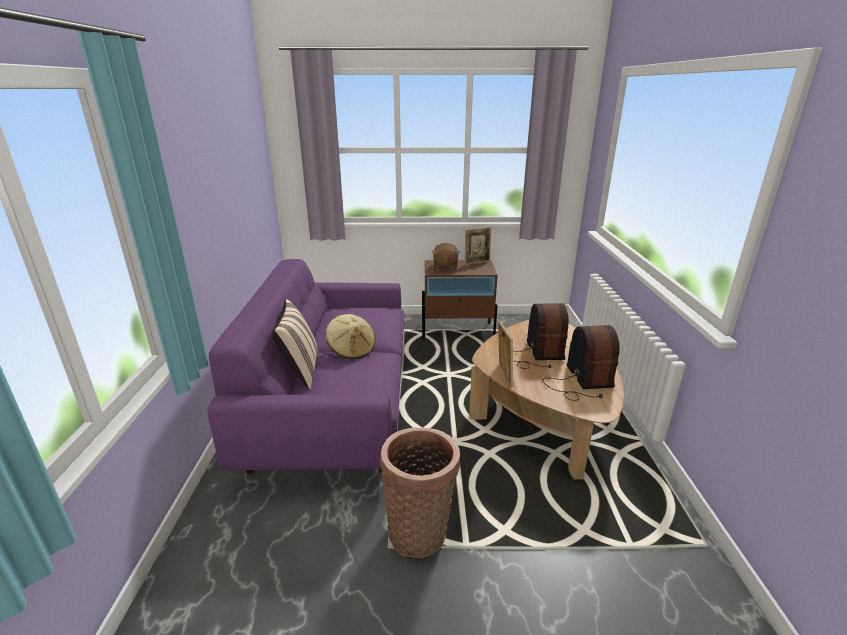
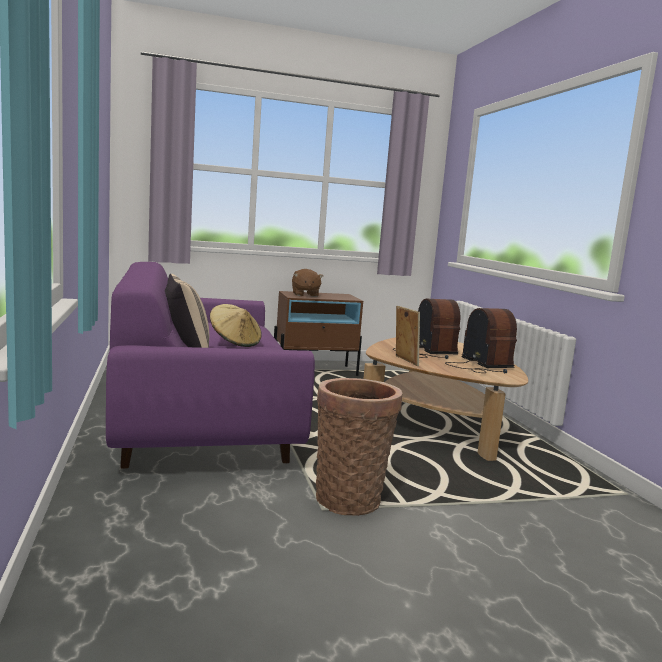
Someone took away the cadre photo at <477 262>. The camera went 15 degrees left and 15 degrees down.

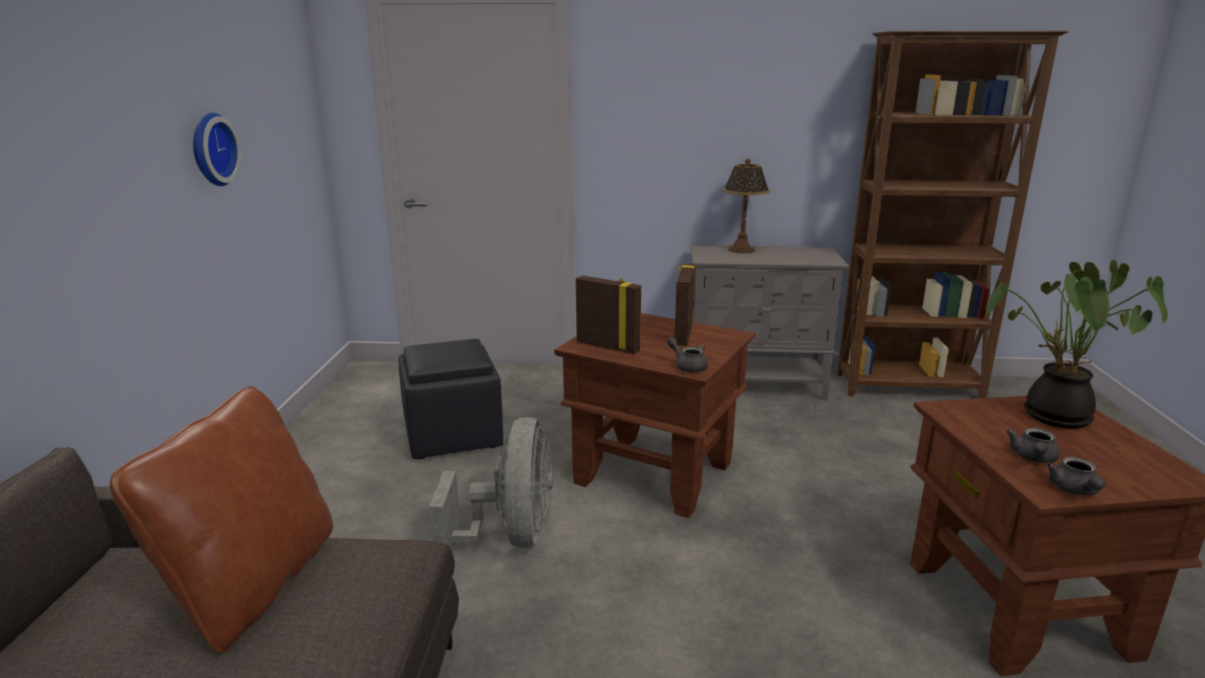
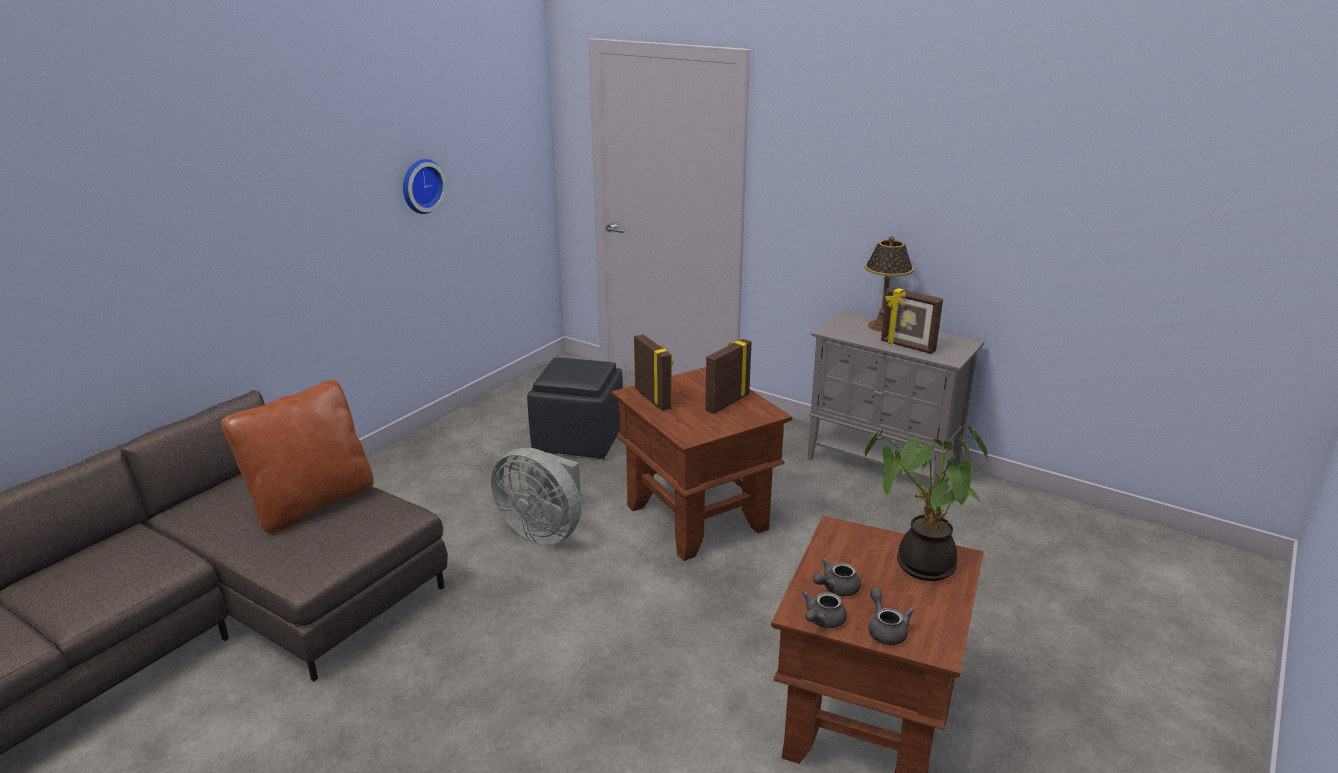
Someone rotated the ventilateur [gris] at <511 538> by 90 degrees clockwise. Someone carried the théière [gris] from <688 366> to <885 629>. Someone took away the bibliothèque [marron] at <910 387>. Someone put down the cadre photo at <907 346>. The camera went 30 degrees right and 5 degrees up.

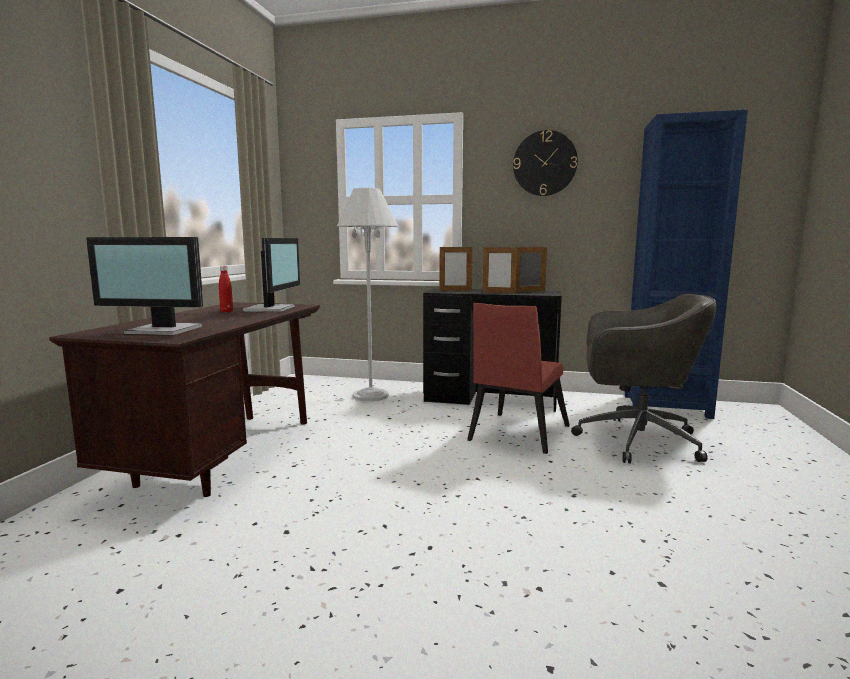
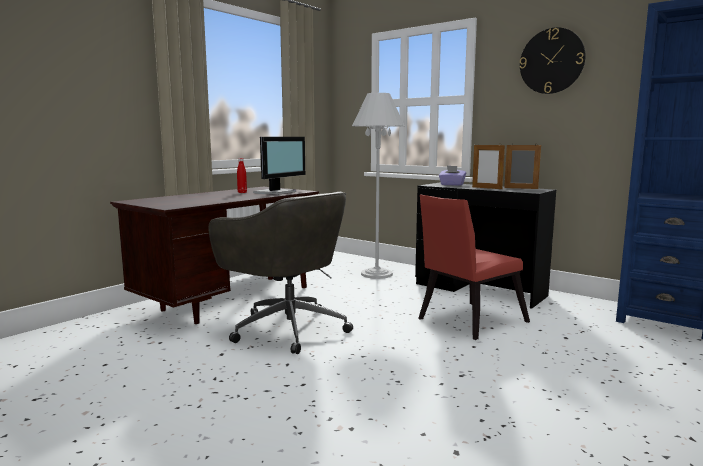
Someone took away the écran d'ordinateur at <163 330>. Someone swapped the cadre photo at <455 290> for the boîte à mouchoirs [violet] at <452 184>. Someone carried the chaise de bureau [gris] from <634 440> to <287 328>. The camera went 25 degrees right and 0 degrees up.

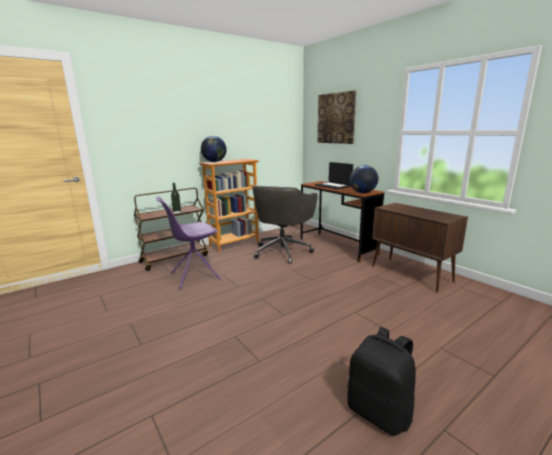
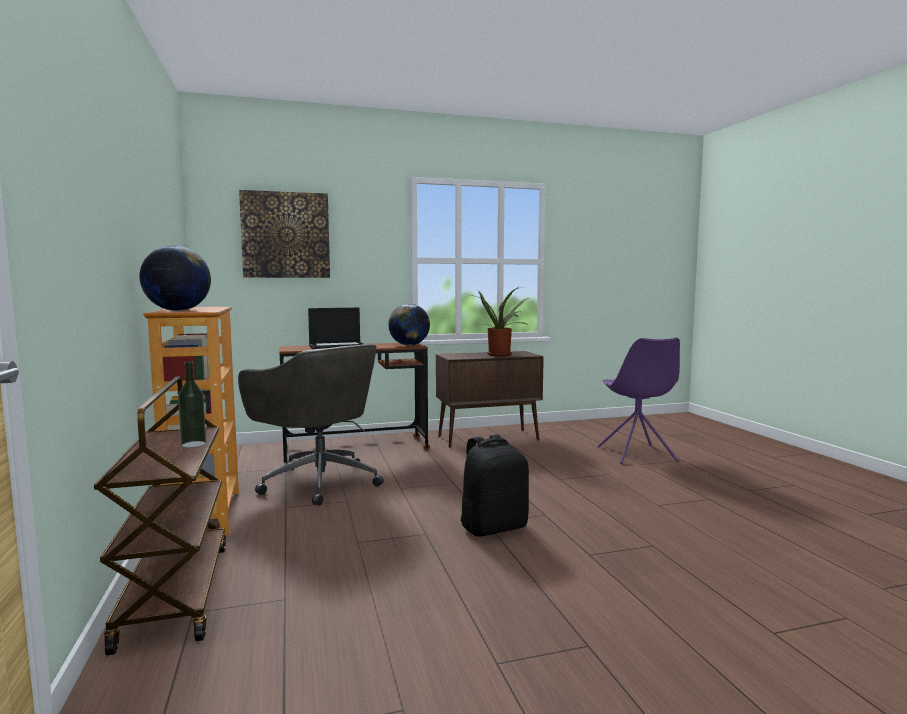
Someone carried the chaise [violet] from <194 276> to <636 454>. Someone carried the sac à dos [noir] from <379 412> to <493 527>. Someone put down the plante en pot at <500 354>. The camera went 70 degrees left and 10 degrees down.

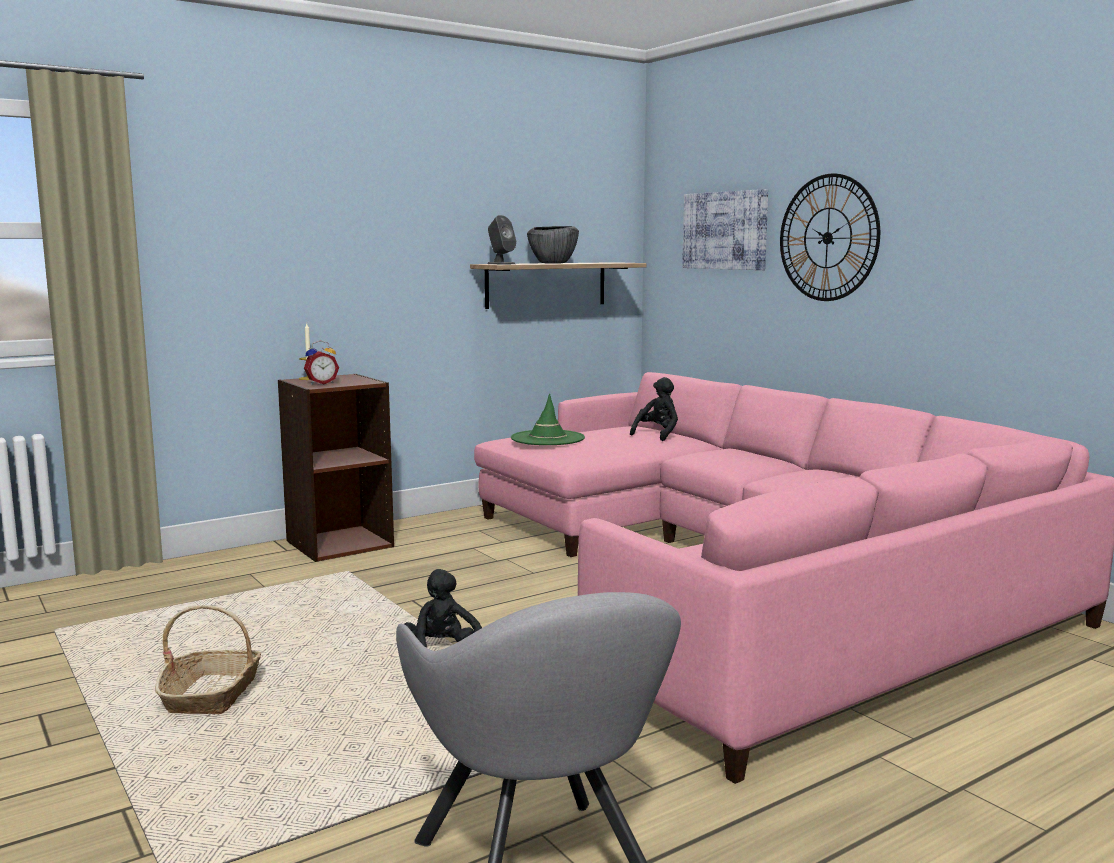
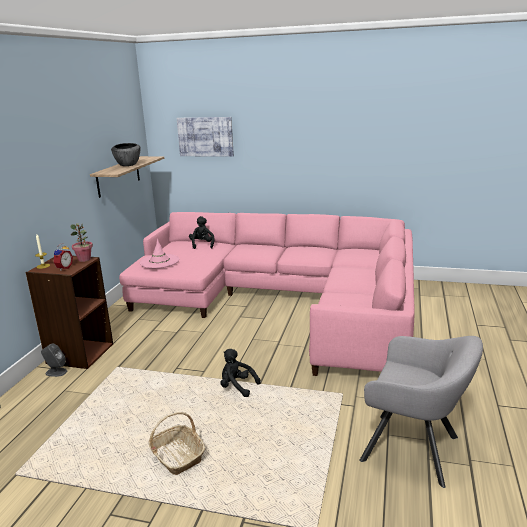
Someone carried the enceinte [gris] from <501 264> to <56 372>. Someone repainted the chapeau [vert] at <547 438>, which became the chapeau [rose] at <159 261>. Someone took away the horloge murale at <828 238>. Someone put down the plante en pot at <84 259>. The camera went 40 degrees left and 10 degrees up.

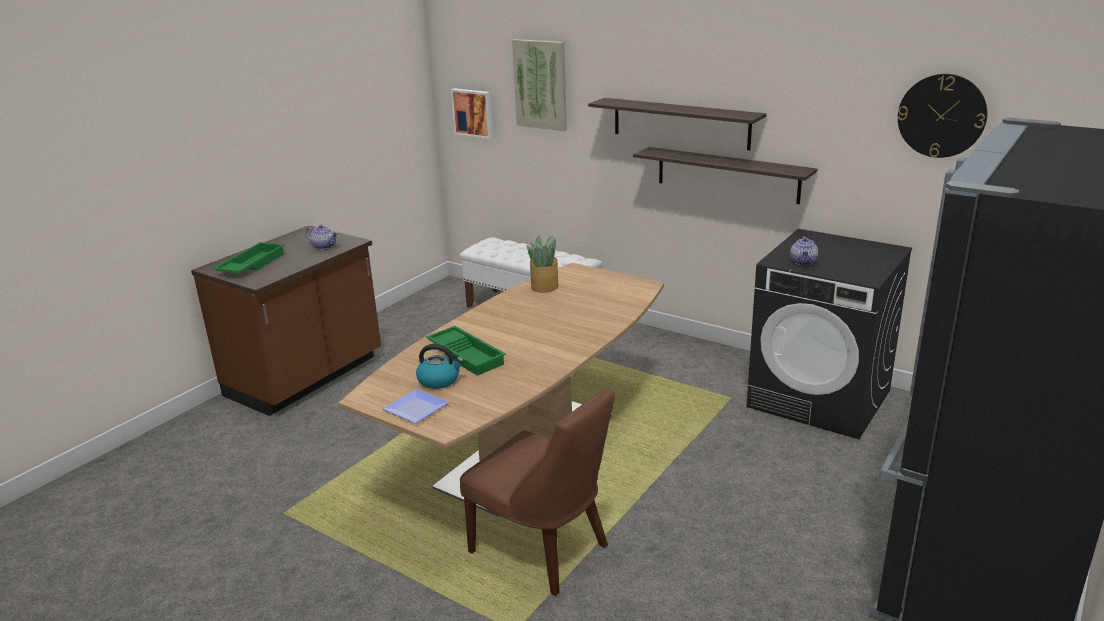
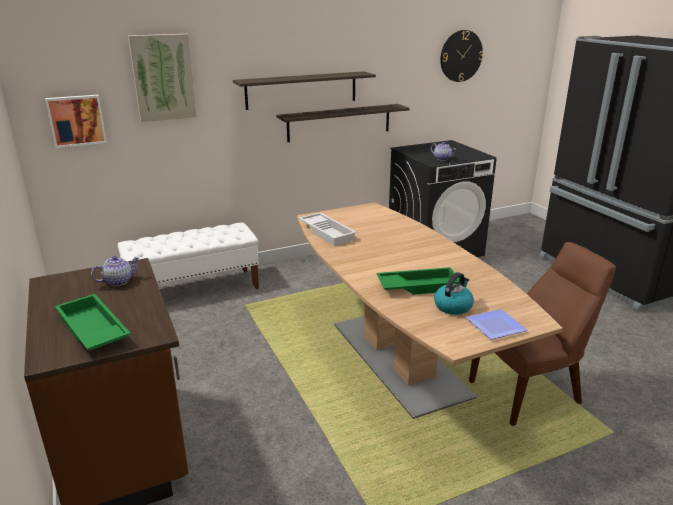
Someone swapped the plante en pot at <545 286> for the plateau [blanc] at <328 232>. The camera went 60 degrees left and 0 degrees up.

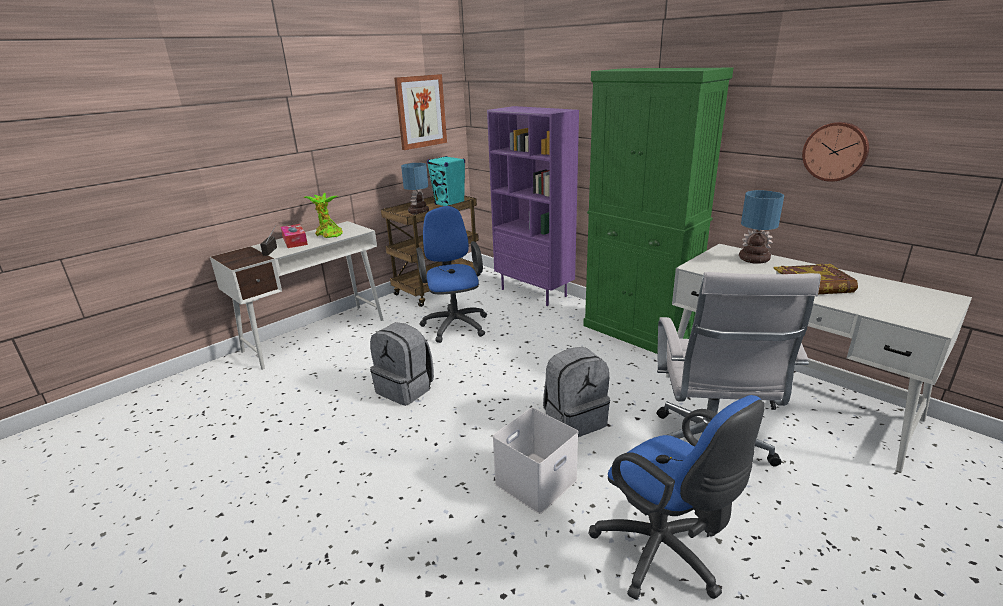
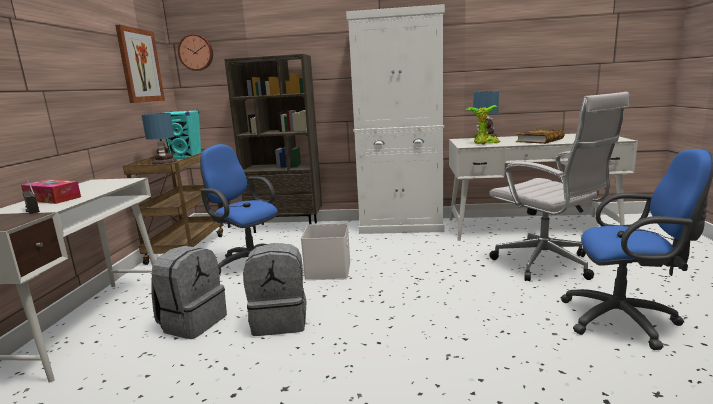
Someone carried the plante en pot from <328 234> to <484 143>. Someone repainted the bibliothèque [violet] at <534 292>, which became the bibliothèque [marron] at <286 227>. Someone carried the boîte de rangement [blanc] from <536 483> to <329 271>. Someone carried the sac à dos [gris] from <574 420> to <193 322>. Someone repainted the meuble de rangement [vert] at <638 332>, which became the meuble de rangement [blanc] at <401 226>. Someone carried the horloge murale from <835 151> to <196 52>. The camera went 40 degrees left and 10 degrees down.

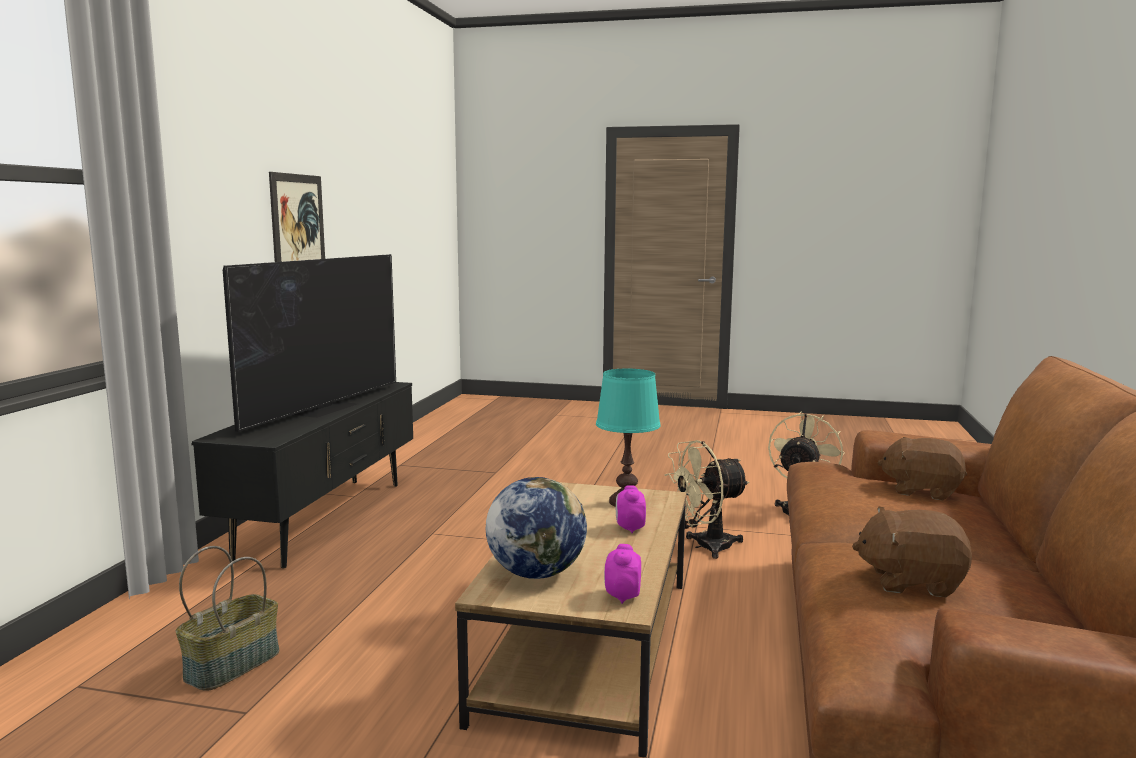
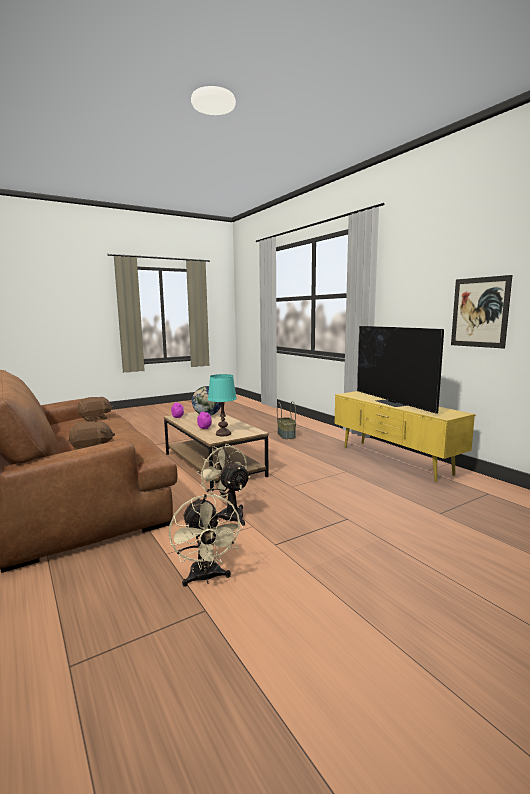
Someone repainted the meuble télé [noir] at <325 519>, which became the meuble télé [jaune] at <393 460>. Someone rotated the ventilateur [beige] at <705 547> by 60 degrees counterclockwise. The camera went 135 degrees right and 0 degrees up.

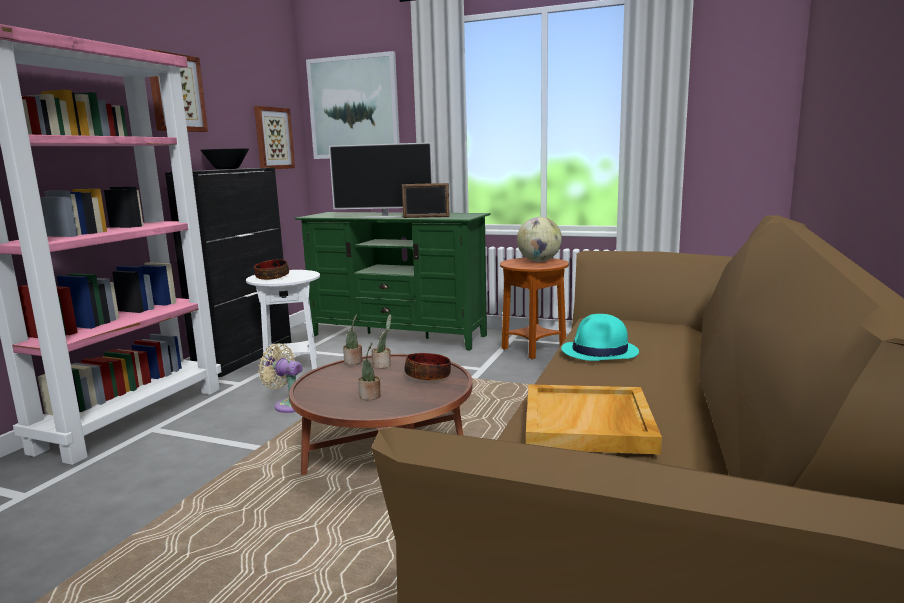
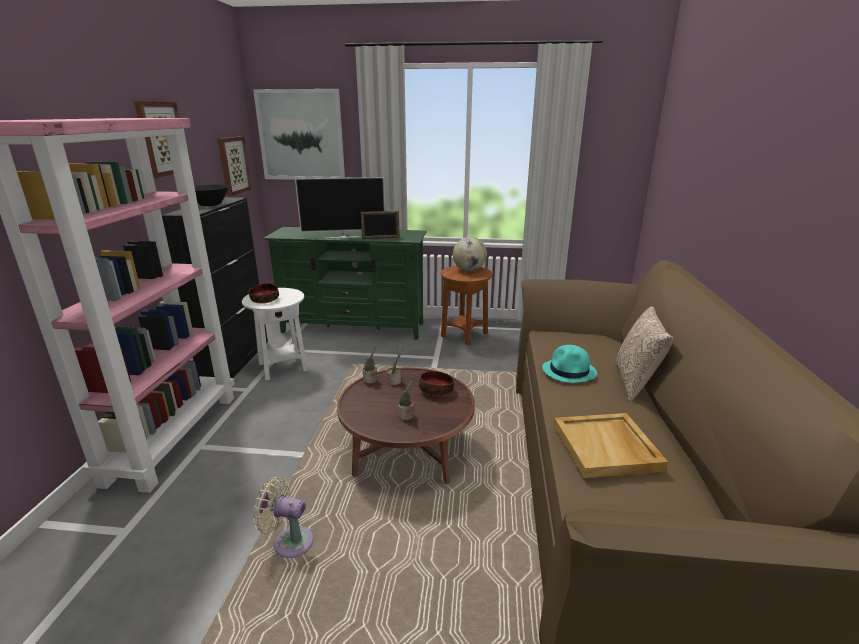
Someone carried the ventilateur [beige] from <289 405> to <289 541>. Someone put down the coussin at <635 383>. The camera went 15 degrees left and 10 degrees up.

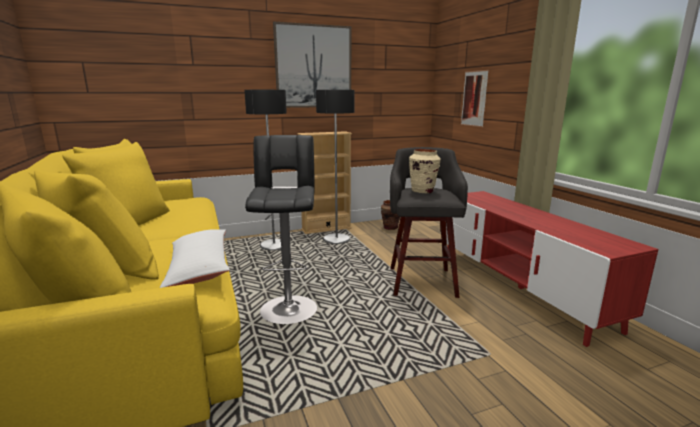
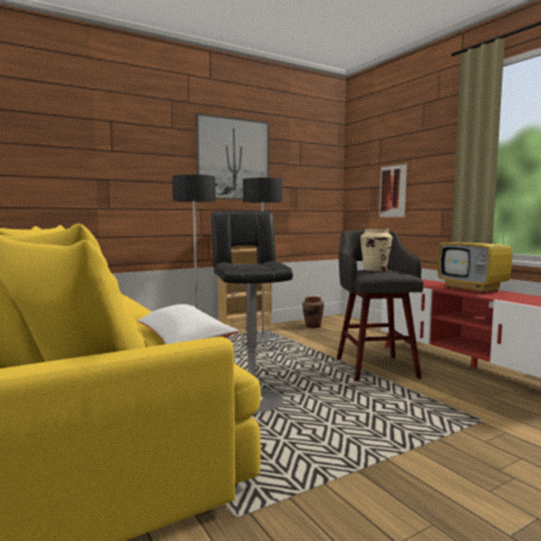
Someone put down the téléviseur at <473 289>. The camera went 10 degrees left and 10 degrees down.

